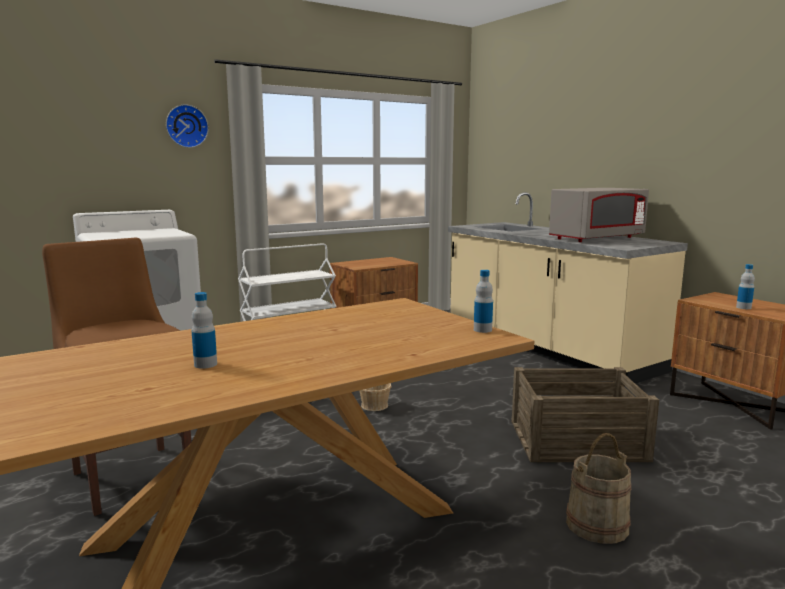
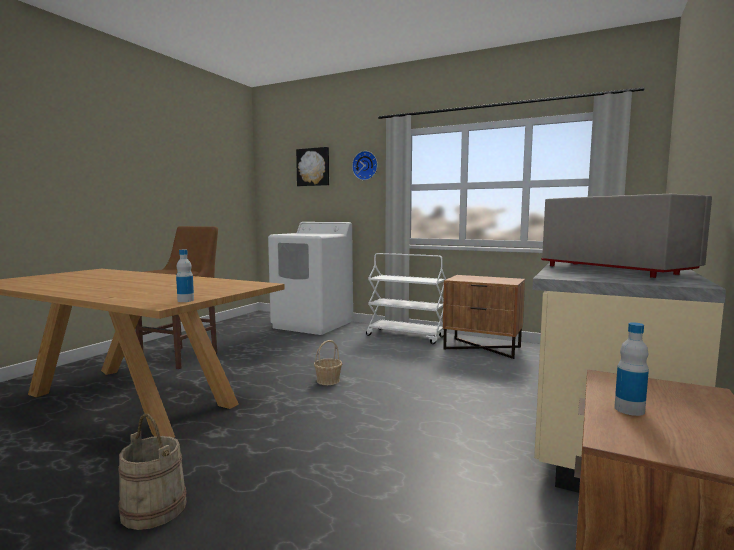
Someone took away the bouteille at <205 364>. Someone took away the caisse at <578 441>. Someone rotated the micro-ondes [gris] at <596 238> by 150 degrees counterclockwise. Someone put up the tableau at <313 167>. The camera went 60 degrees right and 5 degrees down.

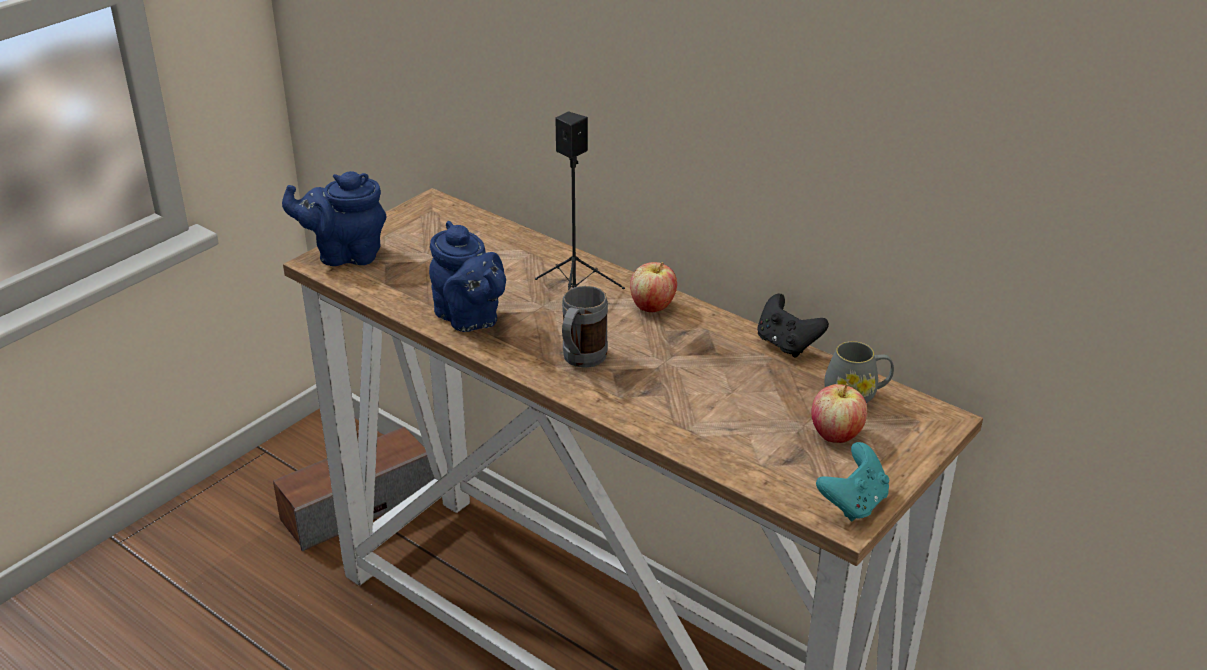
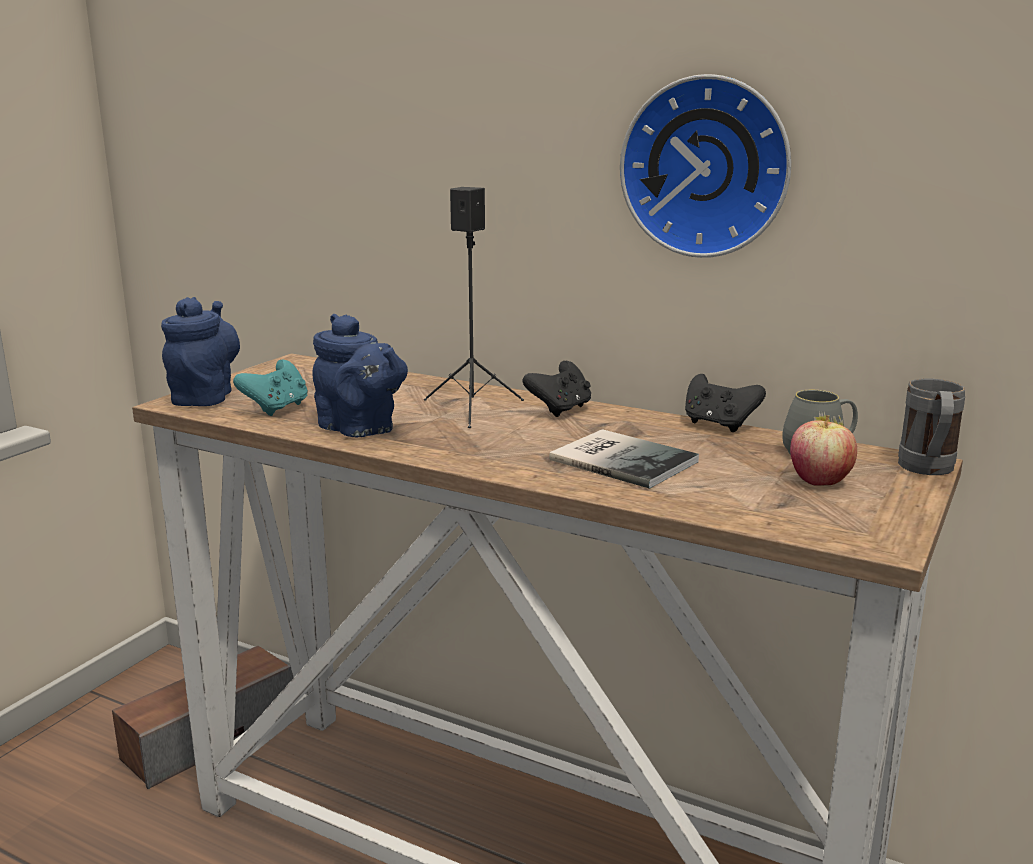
Someone rotated the théière [bleu] at <345 255> by 105 degrees clockwise. Someone carried the mug [gris] from <580 361> to <927 471>. Someone swapped the pomme at <652 307> for the manette [noir] at <560 410>. Someone carried the manette [turquoise] from <853 503> to <277 408>. Someone put down the livre at <622 459>. Someone put up the horloge murale at <707 167>. The camera went 10 degrees left and 15 degrees down.

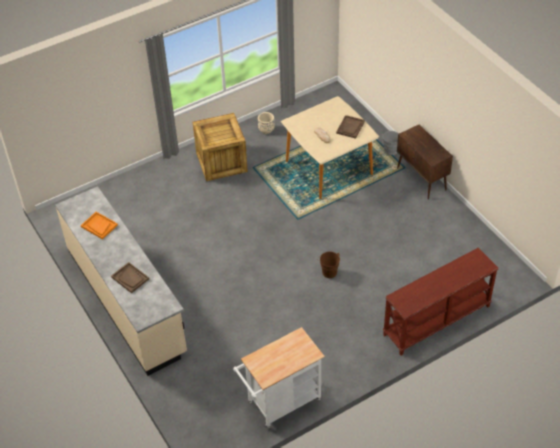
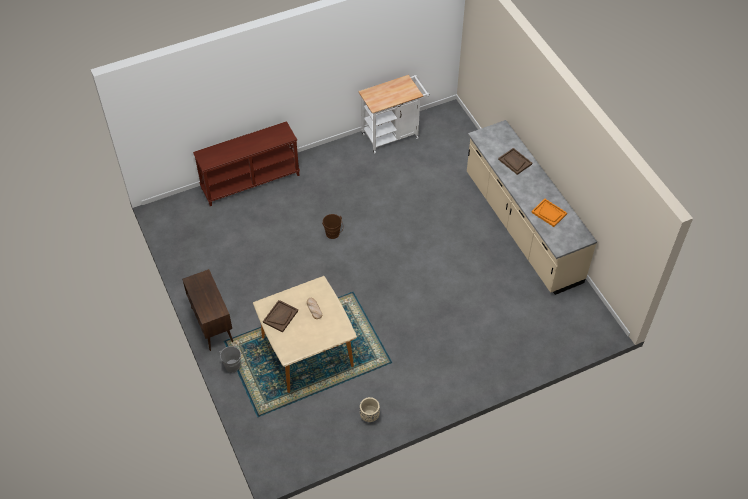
Someone took away the caisse at <222 161>. The camera went 175 degrees left and 5 degrees up.

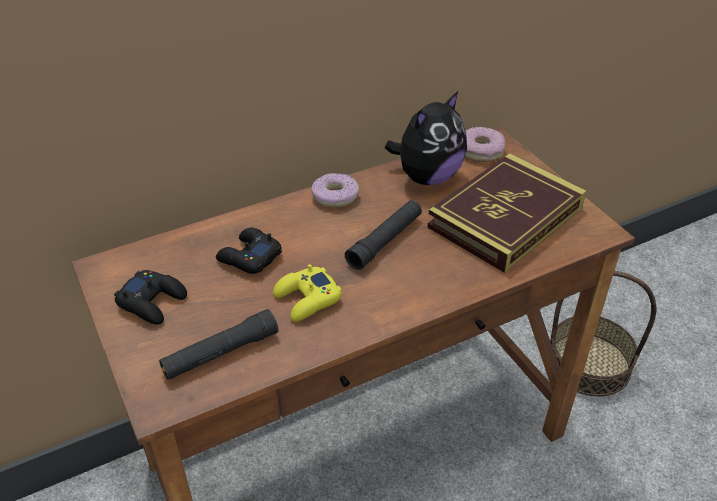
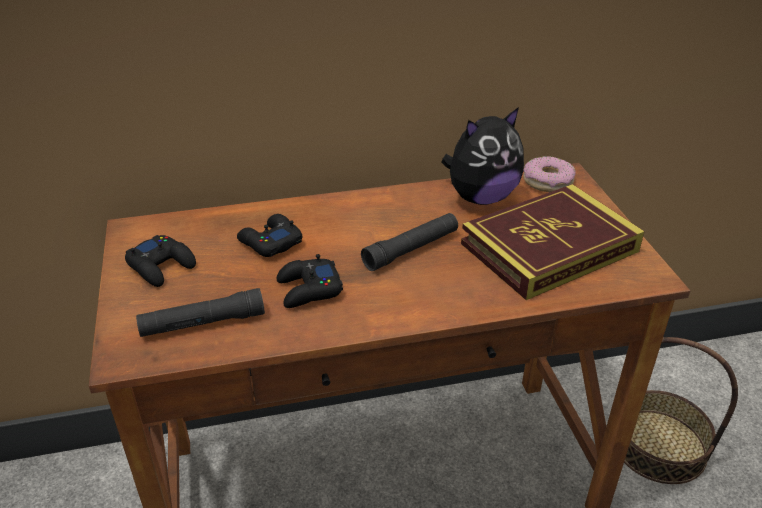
Someone repainted the manette [jaune] at <307 299>, which became the manette [noir] at <308 290>. Someone took away the beignet at <335 196>. The camera went 15 degrees right and 5 degrees down.

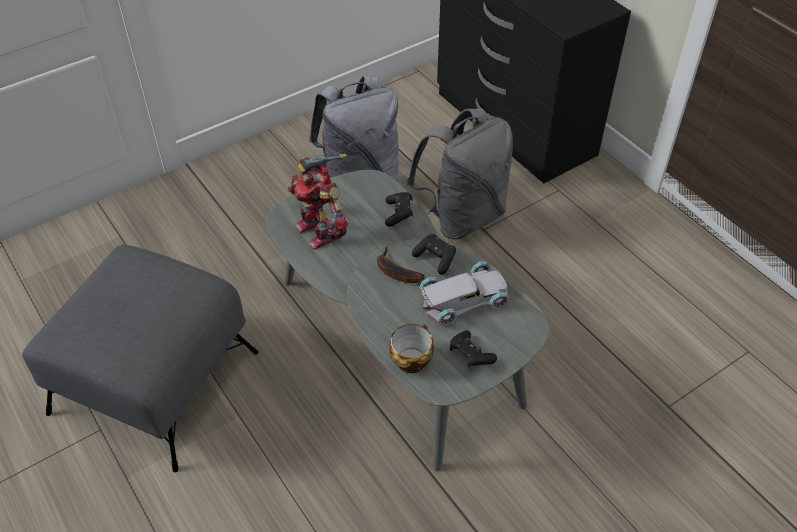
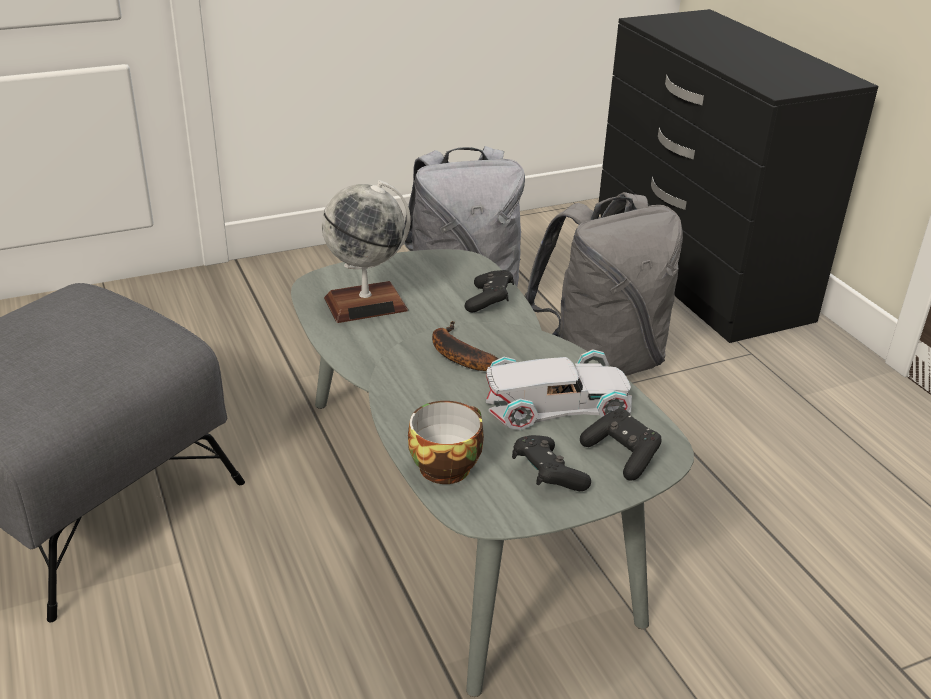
Someone swapped the robot jouet at <320 230> for the globe at <366 304>. Someone carried the manette [noir] from <435 258> to <622 454>. The camera went 10 degrees right and 15 degrees down.

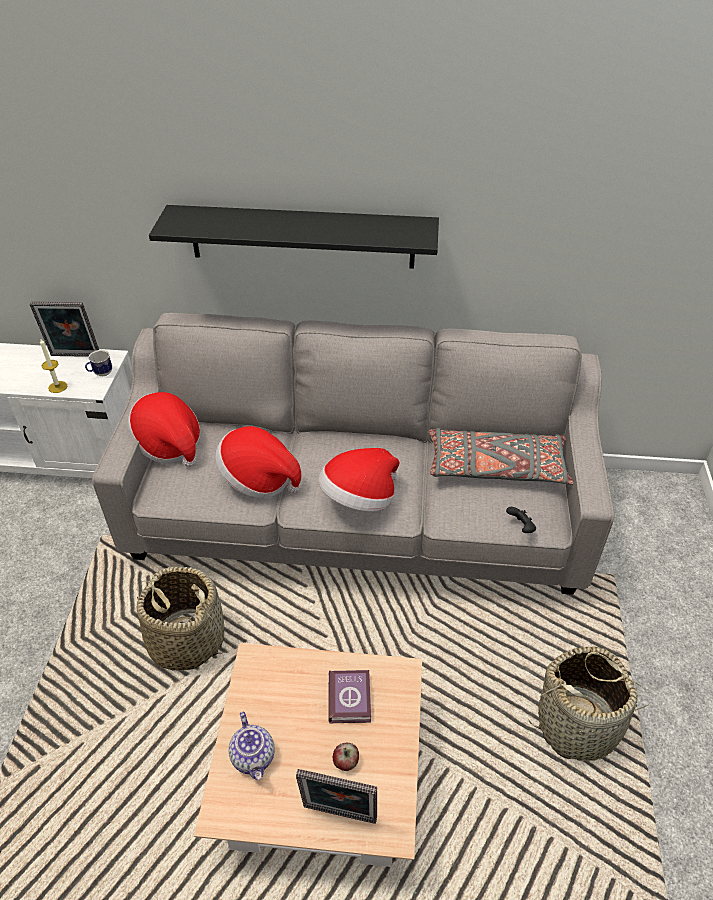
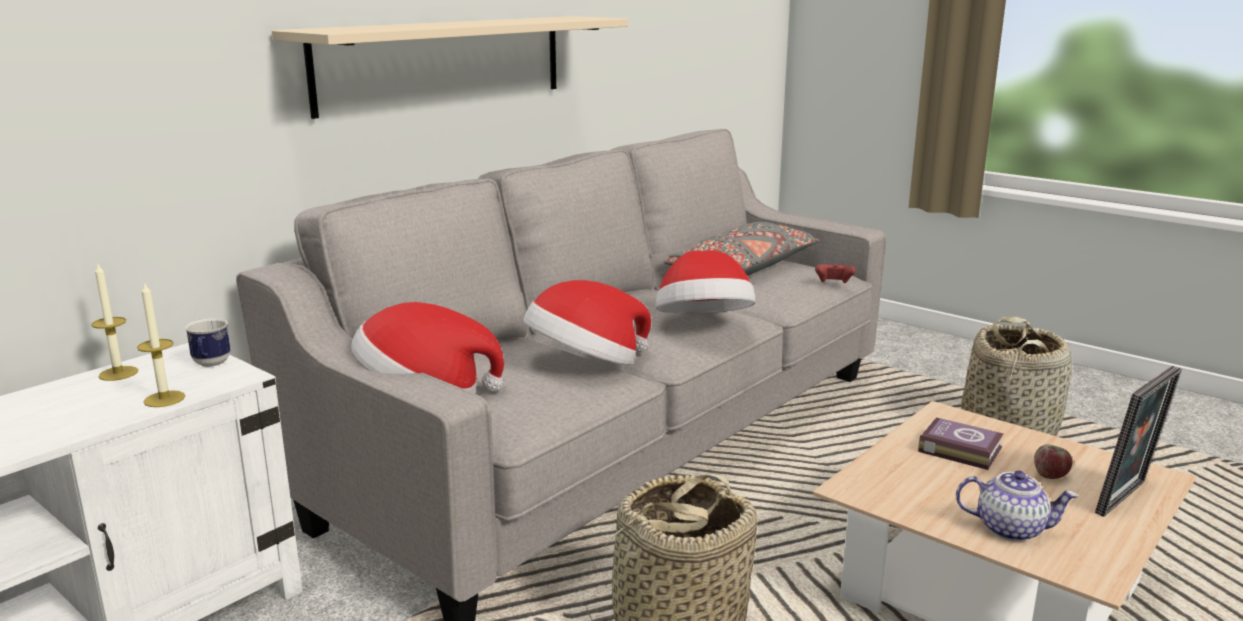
Someone swapped the cadre photo at <75 357> for the bougie at <118 373>. Someone repainted the étagère [noir] at <302 237>, which became the étagère [beige] at <444 62>. Someone repainted the manette [noir] at <521 527>, which became the manette [rouge] at <833 284>. The camera went 55 degrees left and 25 degrees down.

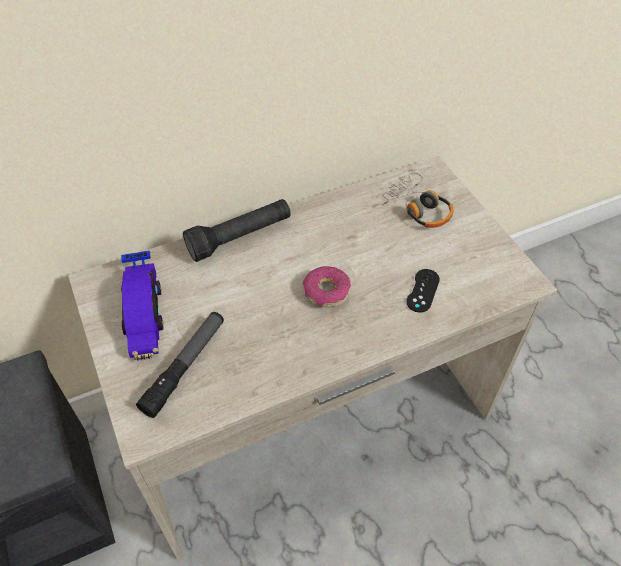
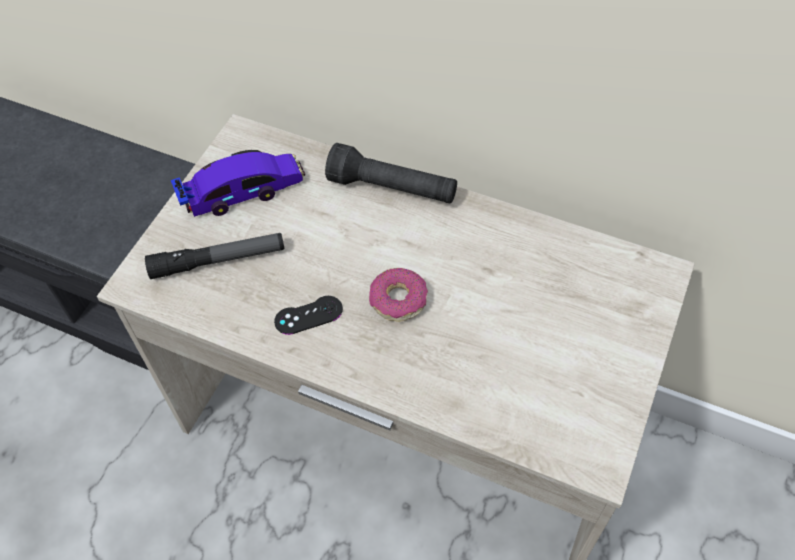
Someone rotated the petite voiture at <144 314> by 150 degrees counterclockwise. Someone took away the casque audio at <418 208>. Someone carried the manette [noir] from <422 290> to <308 315>. The camera went 50 degrees right and 5 degrees up.

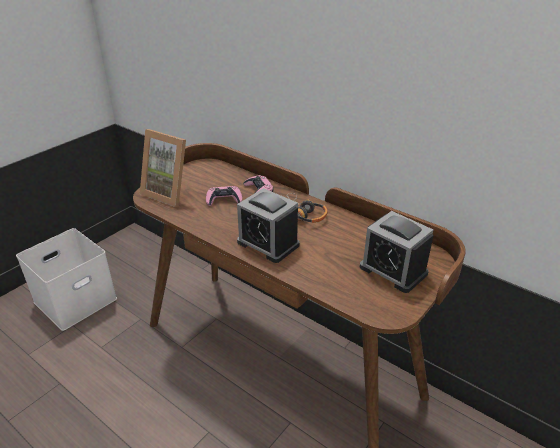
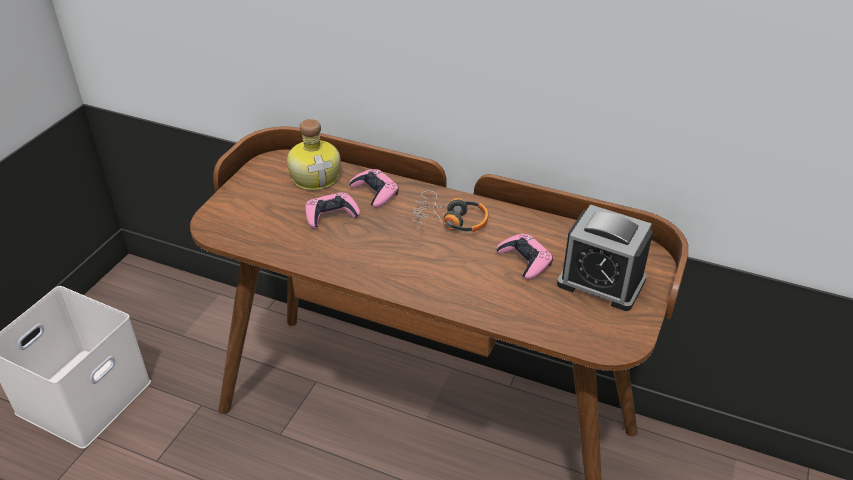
Someone took away the cadre photo at <170 192>. Someone took away the réveil at <268 243>. Someone put down the bouteille at <316 177>. Someone put down the manette [rose] at <525 260>. The camera went 15 degrees left and 5 degrees up.

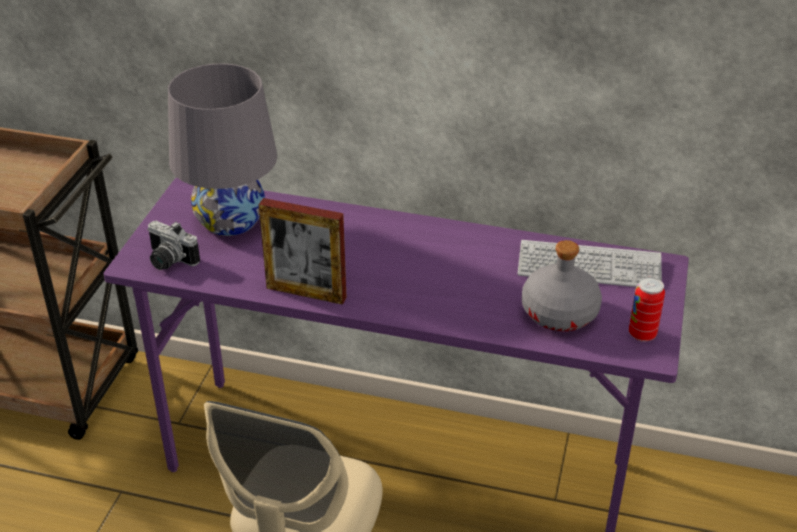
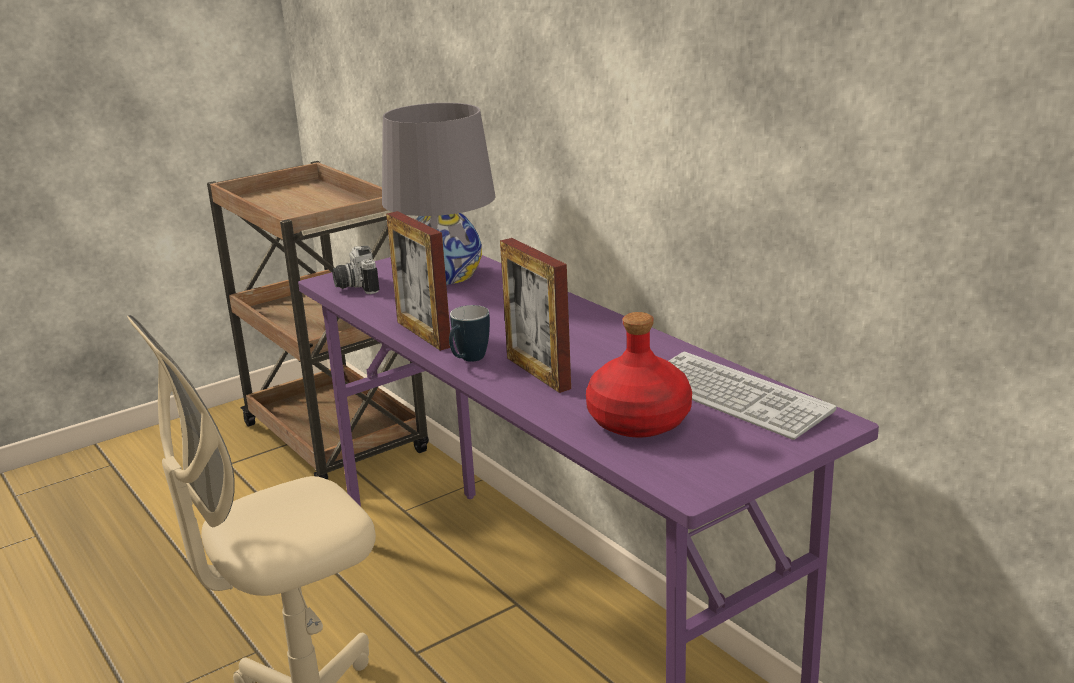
Someone repainted the bouteille [gris] at <559 313>, which became the bouteille [rouge] at <638 421>. Someone took away the boîte métallique at <642 334>. Someone put down the mug at <468 360>. Someone put down the cadre photo at <538 373>. The camera went 40 degrees right and 15 degrees down.

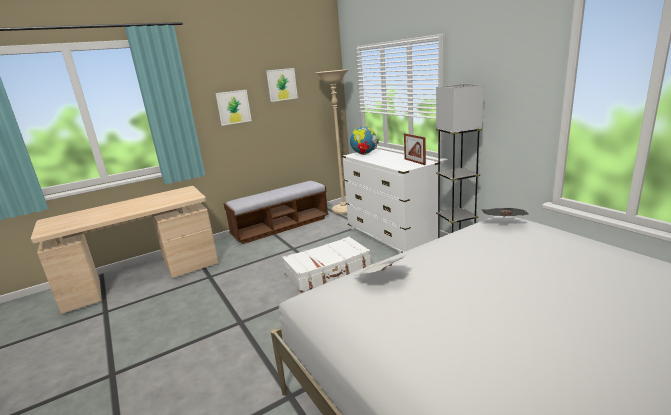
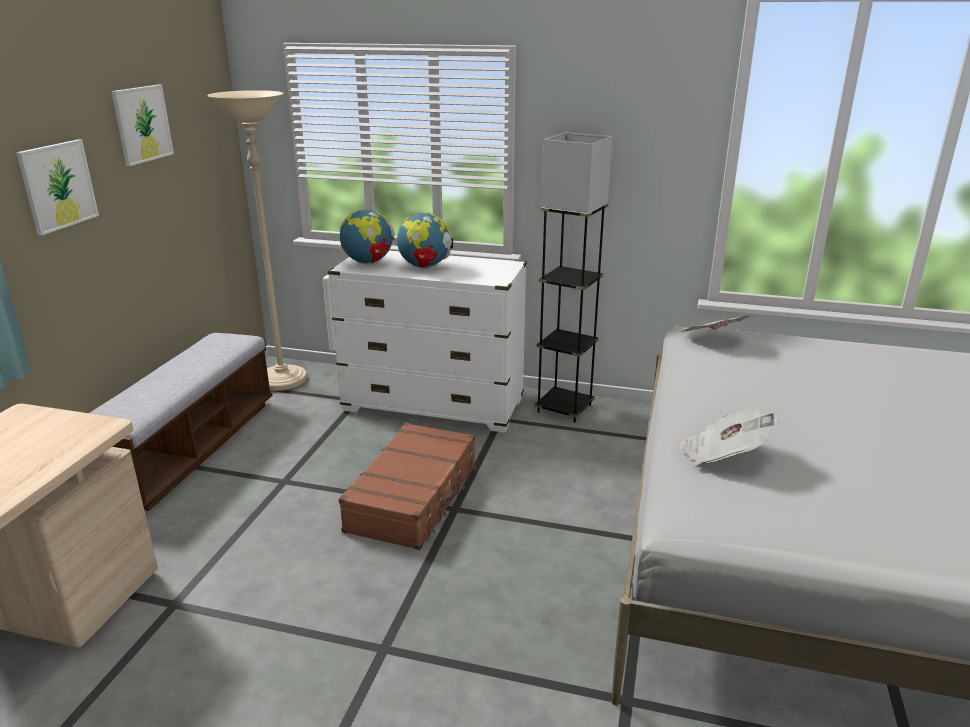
Someone repainted the valise [blanc] at <328 272>, which became the valise [marron] at <414 497>. Someone took away the cadre photo at <414 162>. Someone put down the globe at <425 267>. The camera went 45 degrees left and 5 degrees up.

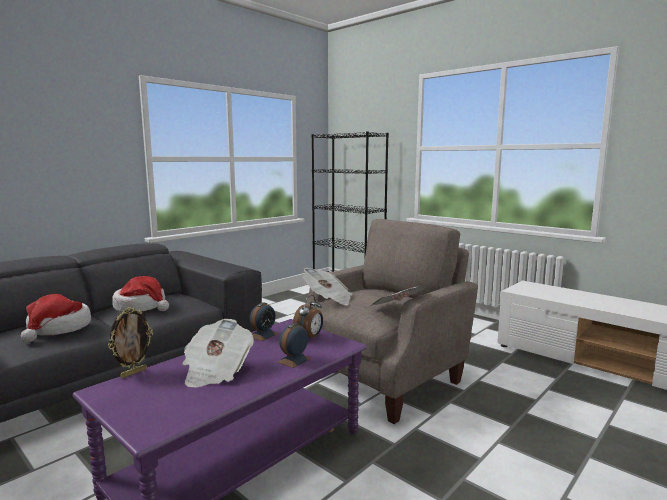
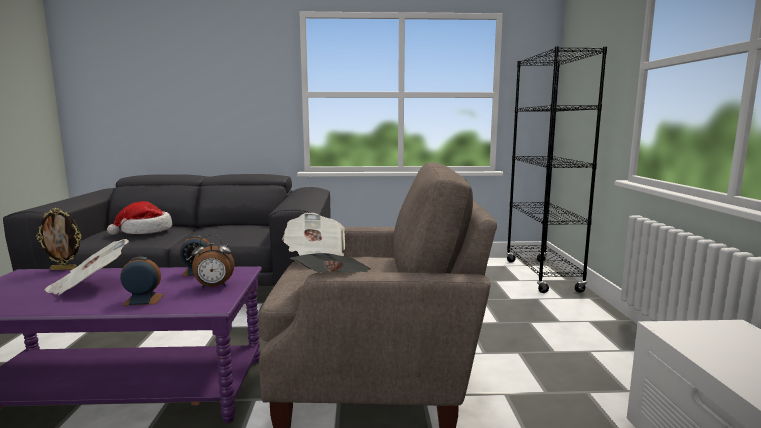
Someone took away the chapeau at <141 307>. The camera went 45 degrees right and 0 degrees up.

